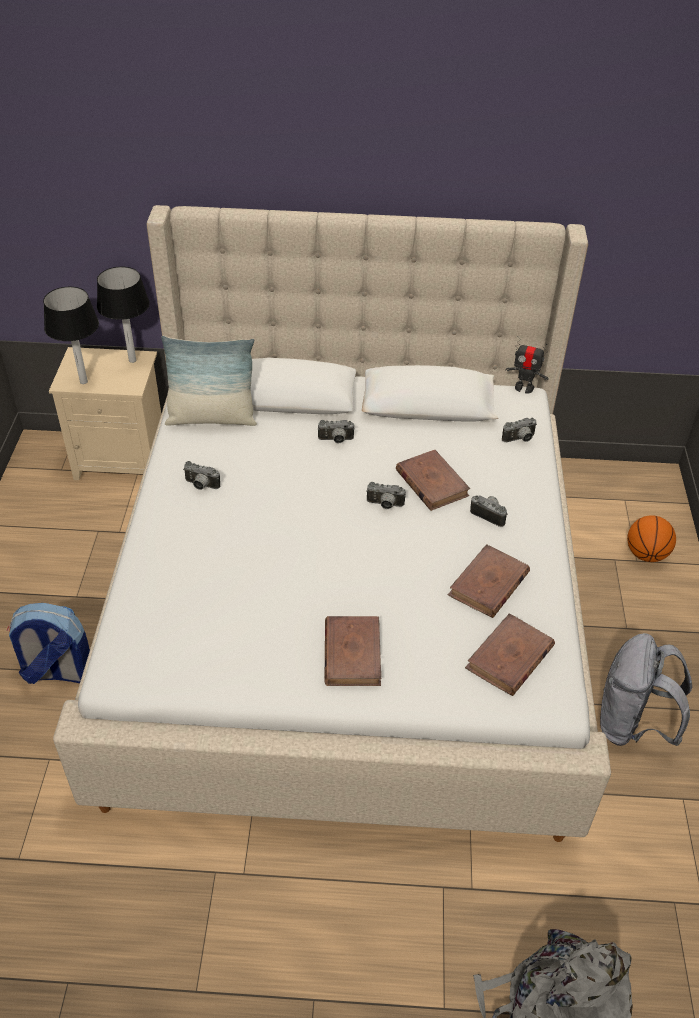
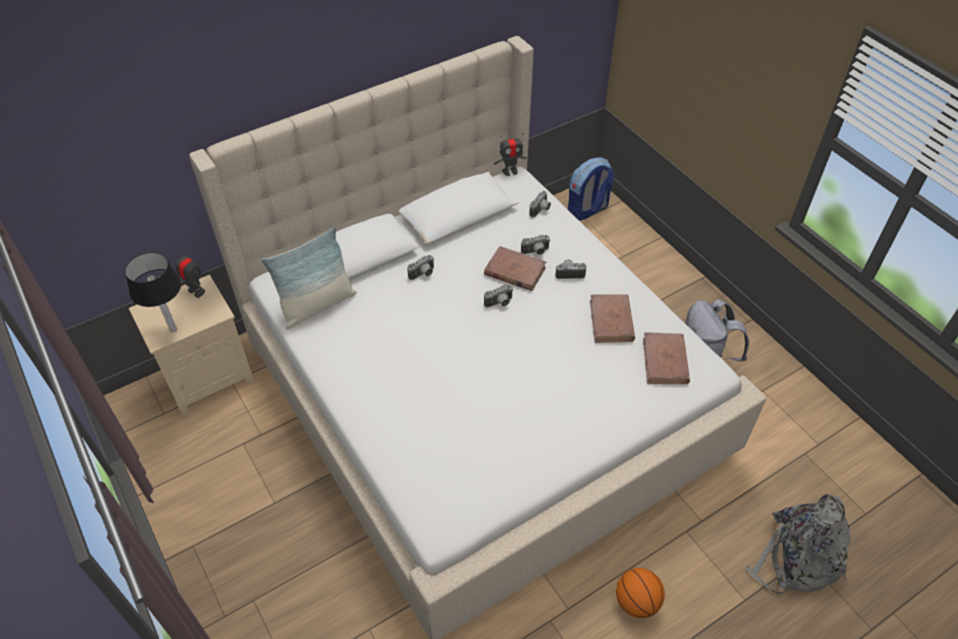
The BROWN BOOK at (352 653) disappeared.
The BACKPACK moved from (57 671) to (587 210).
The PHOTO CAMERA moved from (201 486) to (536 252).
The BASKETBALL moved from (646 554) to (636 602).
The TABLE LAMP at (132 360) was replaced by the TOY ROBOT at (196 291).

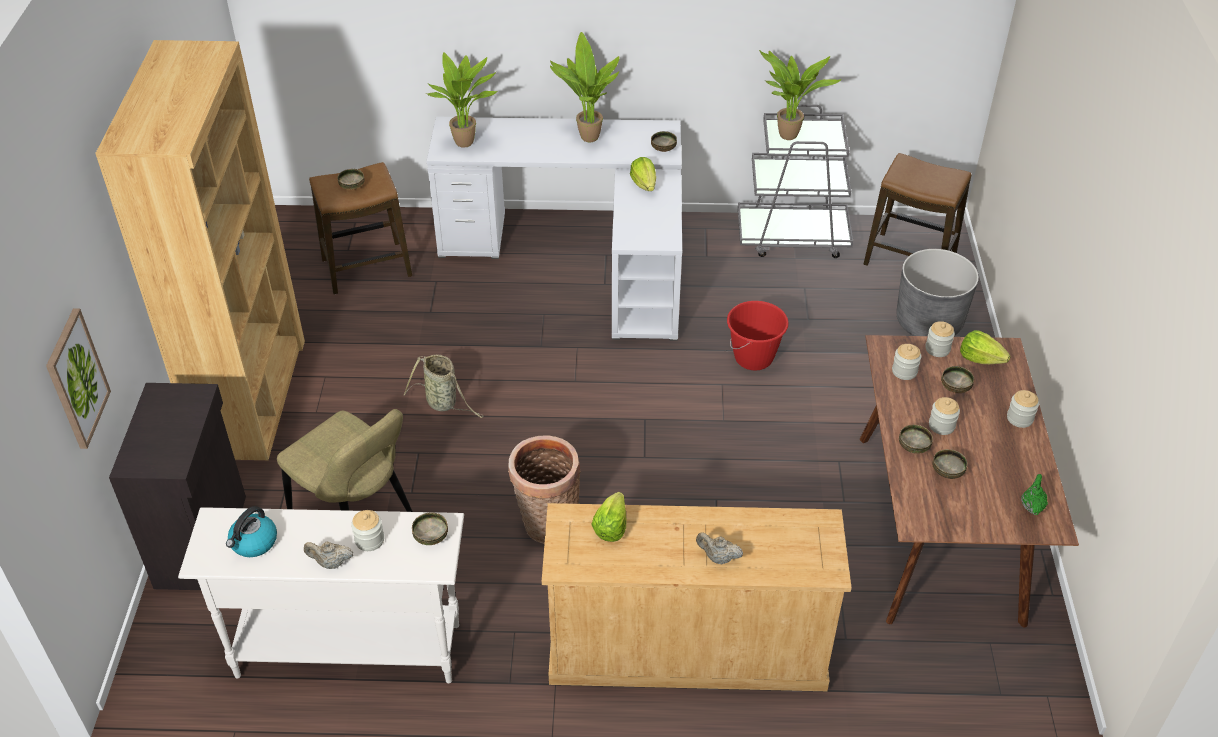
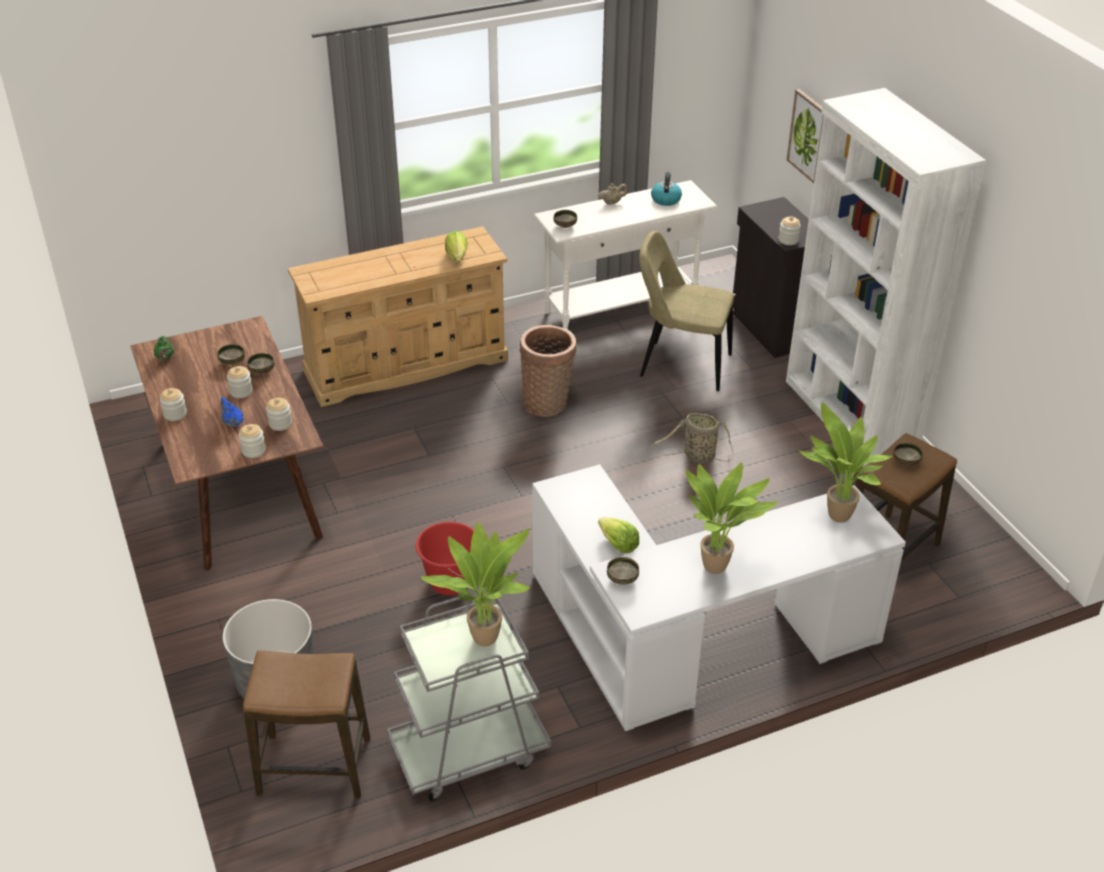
The BEIGE TEAPOT at (718 558) disappeared.
The LETTUCE at (980 359) disappeared.
The JAR moved from (369 540) to (788 240).
The BOWL at (956 388) was replaced by the BLUE TEAPOT at (232 423).
The BROWN BOOKCASE at (252 396) became the WHITE BOOKCASE at (849 415).

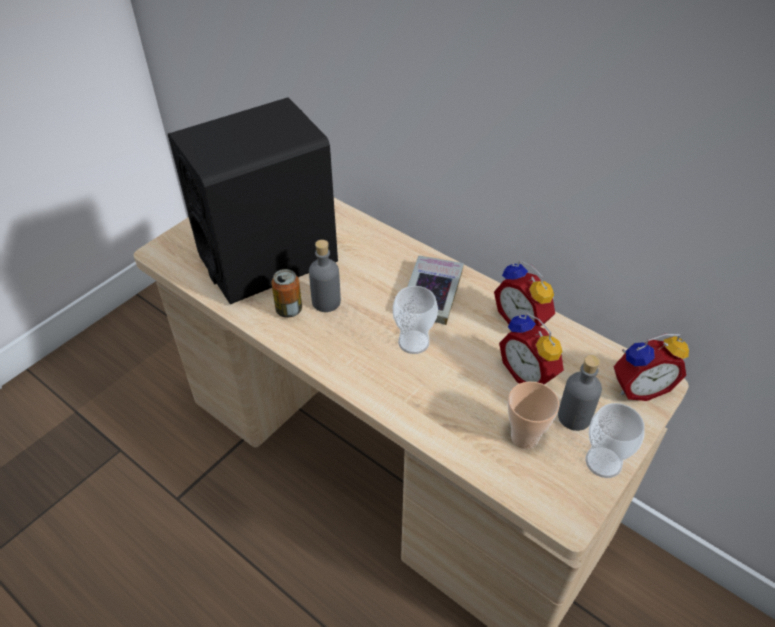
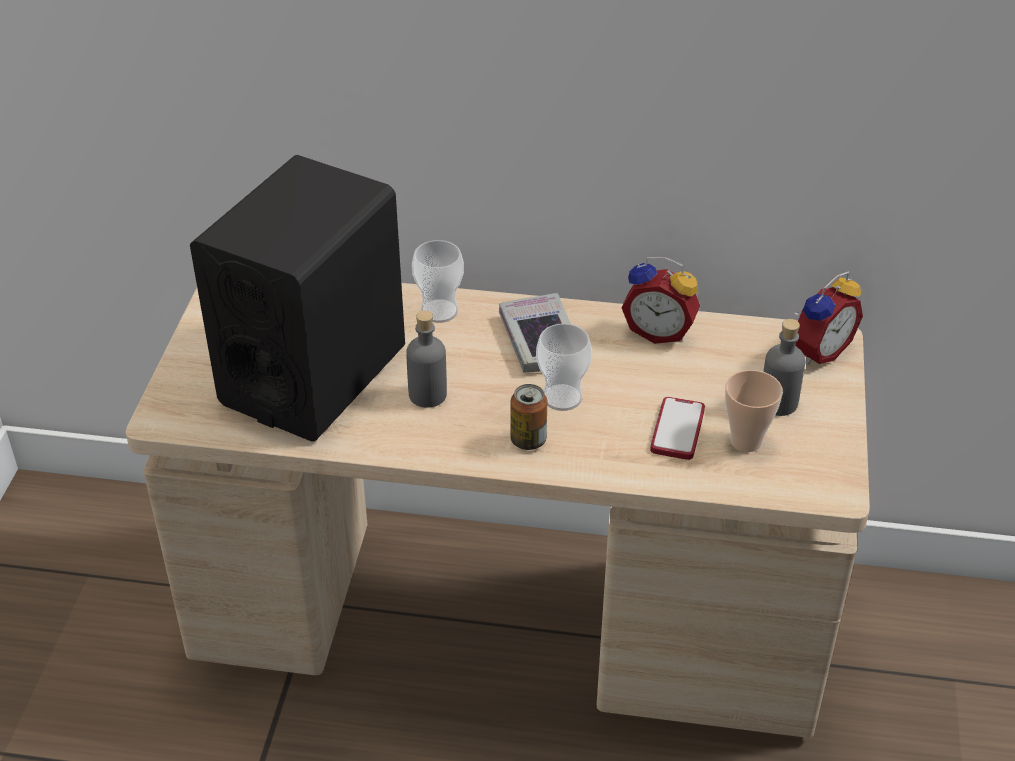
The ALARM CLOCK at (529 374) disappeared.
The PHONE at (677 430) appeared.
The CAN moved from (289 310) to (528 440).
The CUP moved from (603 462) to (439 311).

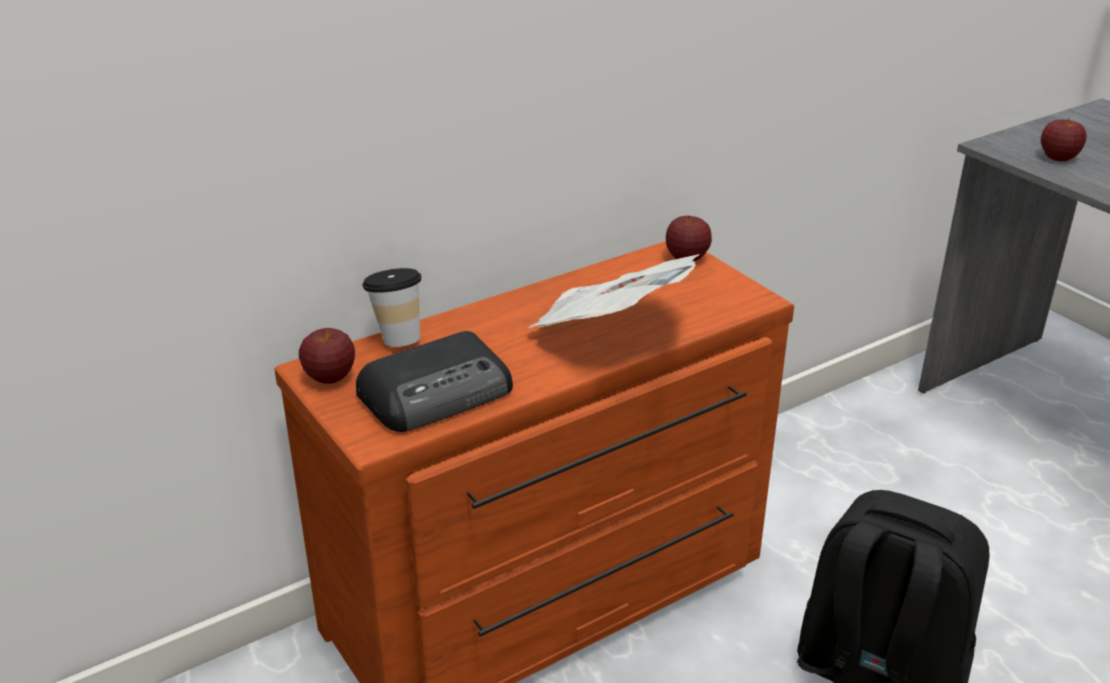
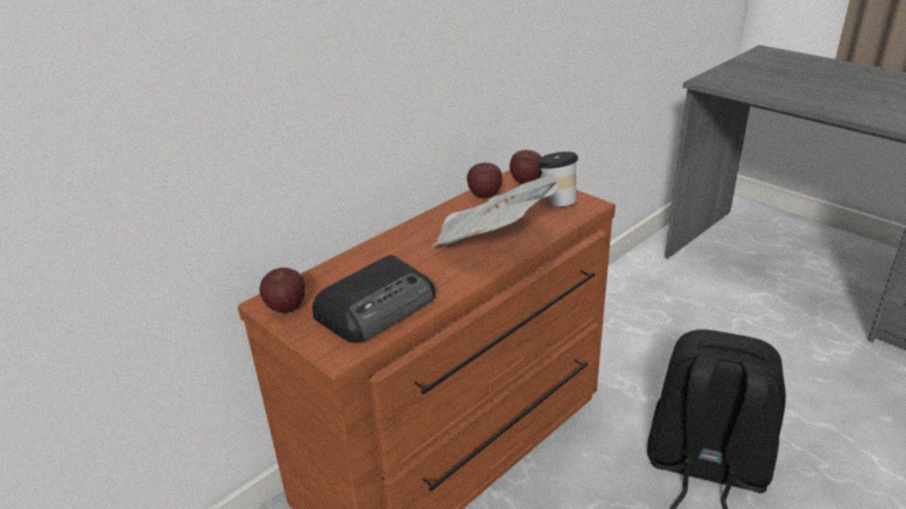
The CUP moved from (397 338) to (556 201).
The APPLE moved from (1058 158) to (484 195).

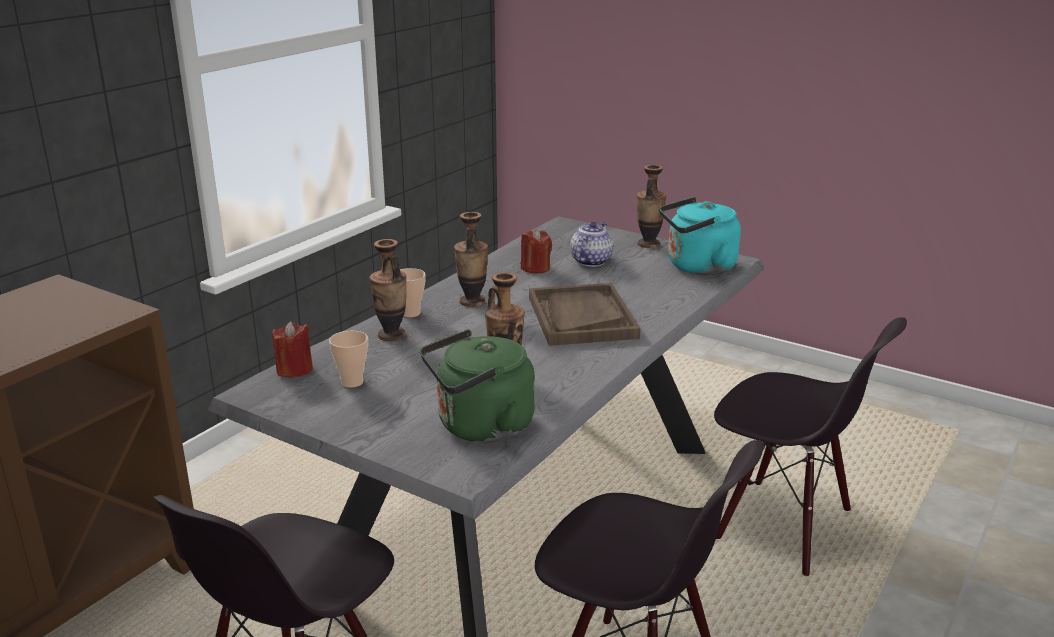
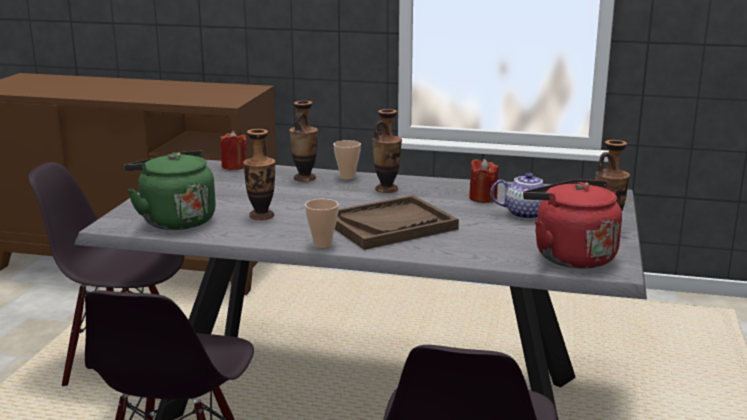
The CUP moved from (352 382) to (322 244).
The TURQUOISE KETTLE at (697 267) became the RED KETTLE at (570 256).

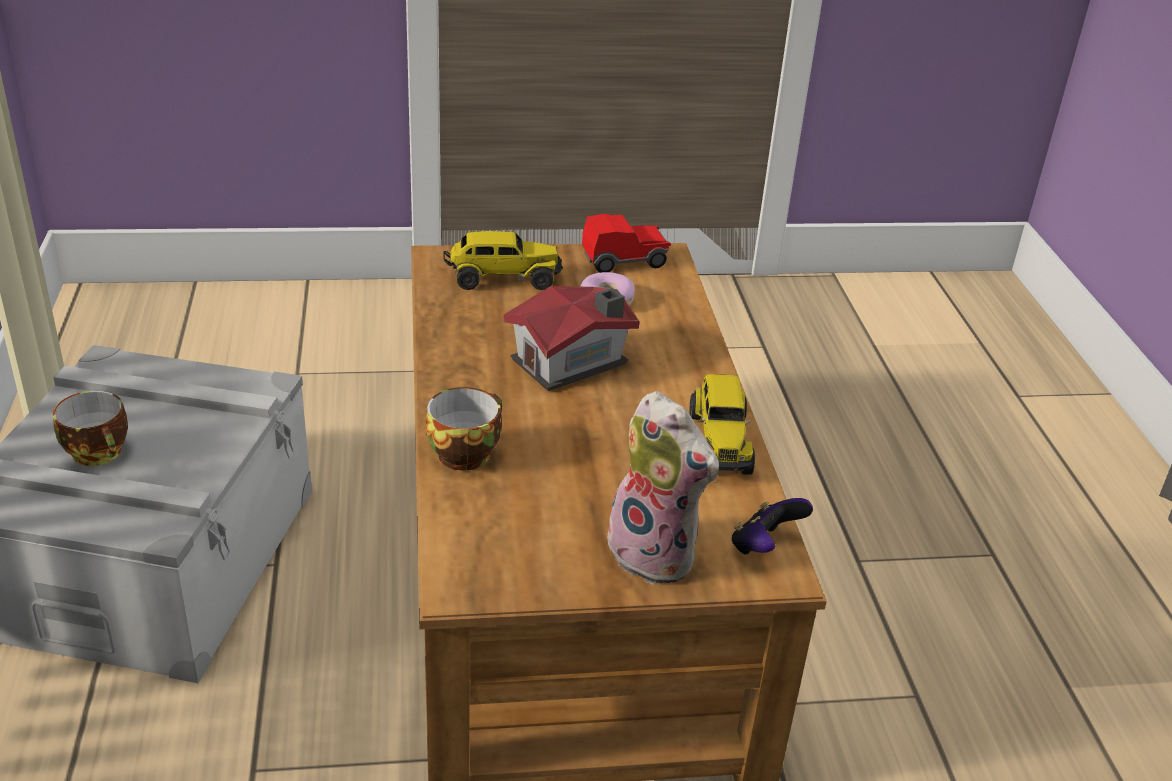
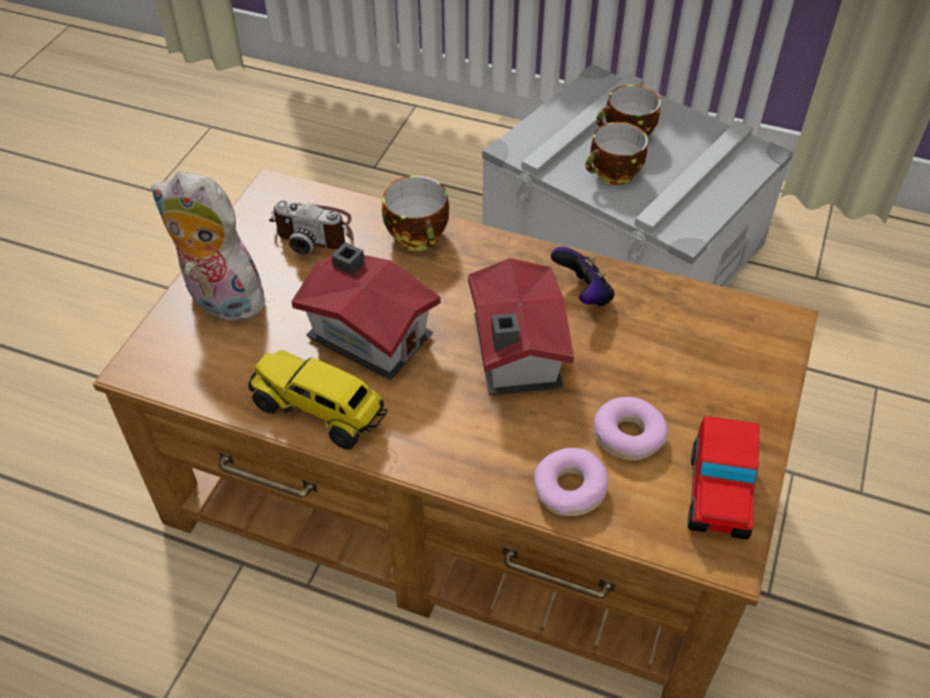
The TOY TRUCK at (502 278) disappeared.
The PHOTO CAMERA at (315 230) appeared.
The TOY HOUSE at (369 333) appeared.
The DONUT at (569 489) appeared.
The CUP at (614 175) appeared.
The GAME CONTROLLER moved from (764 547) to (583 294).
The PLUSH TOY at (657 554) turned 45 degrees clockwise.

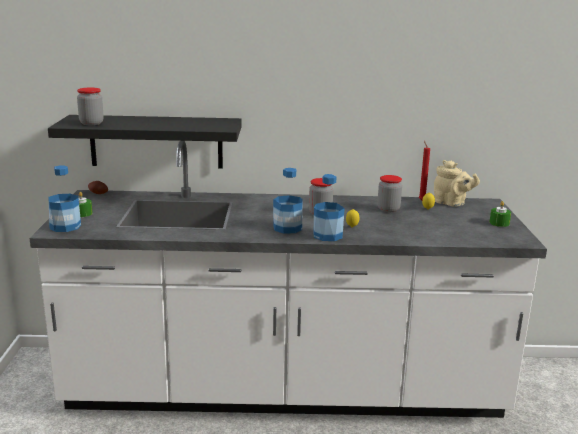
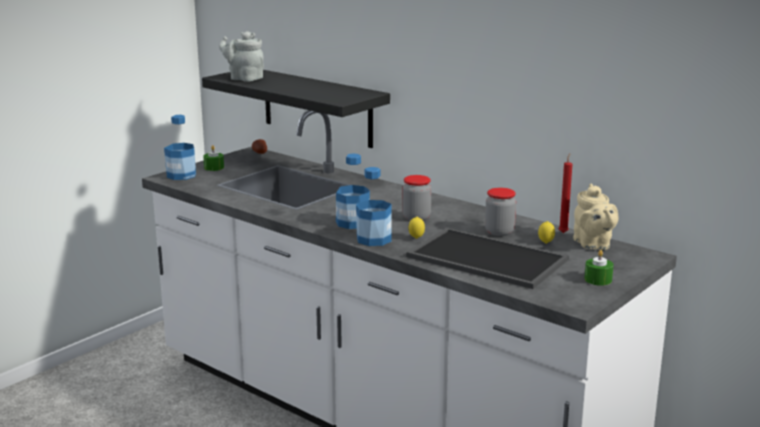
The TRAY at (484 259) appeared.
The JAR at (91 123) was replaced by the GREY TEAPOT at (244 78).

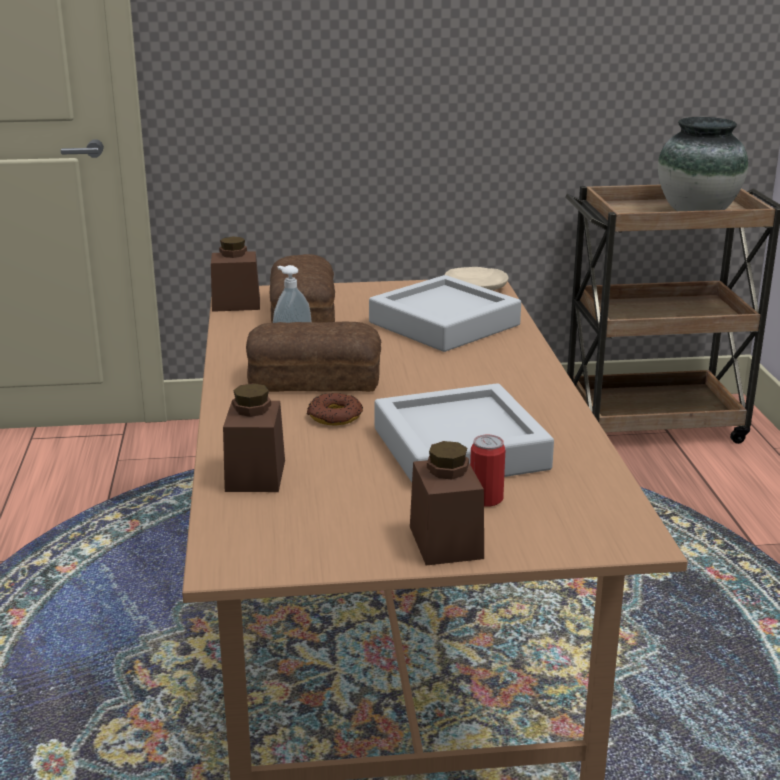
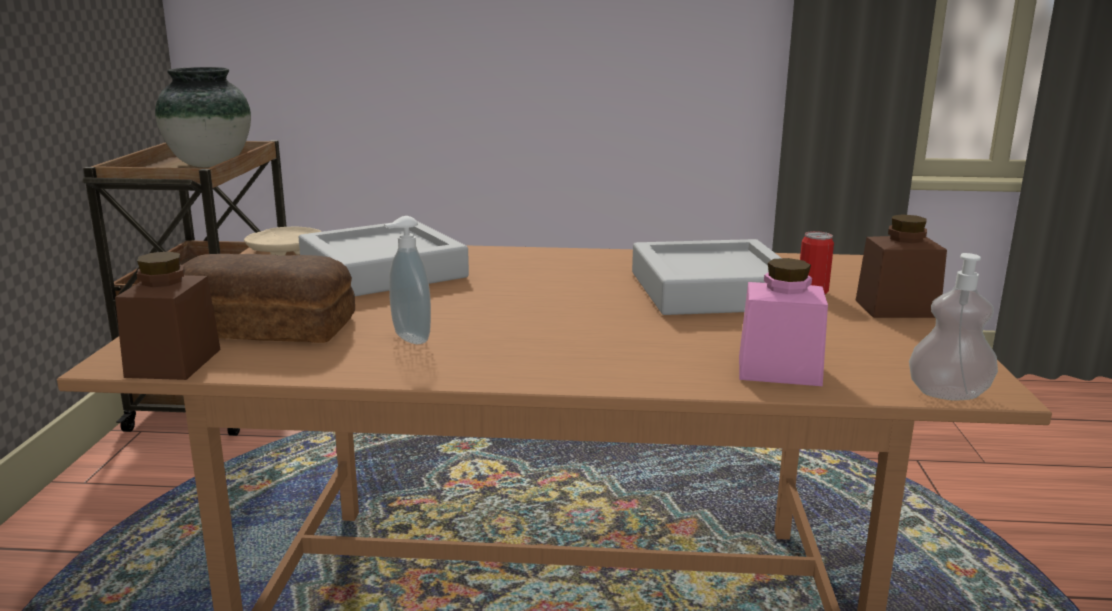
The BREAD at (313 378) disappeared.
The DONUT at (335 416) disappeared.
The SOAP DISPENSER at (948 394) appeared.
The BROWN JAR at (255 475) became the PINK JAR at (779 370).

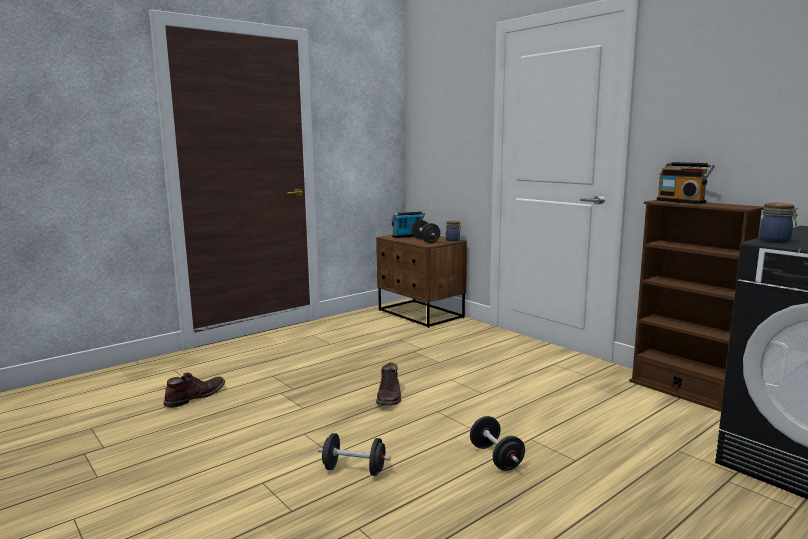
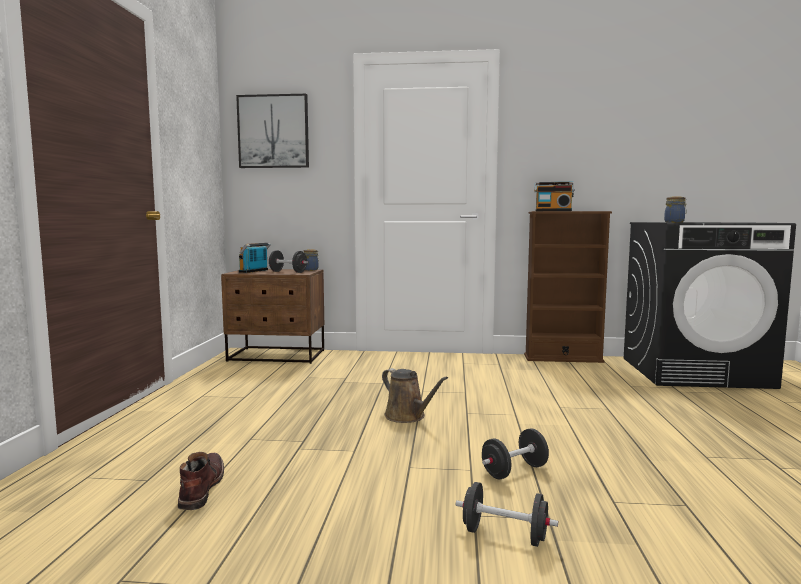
The PICTURE at (273 131) appeared.
The BLACK DUMBBELL moved from (496 458) to (504 535).
The BROWN BOOT at (389 397) was replaced by the BROWN WATERING CAN at (408 416).

